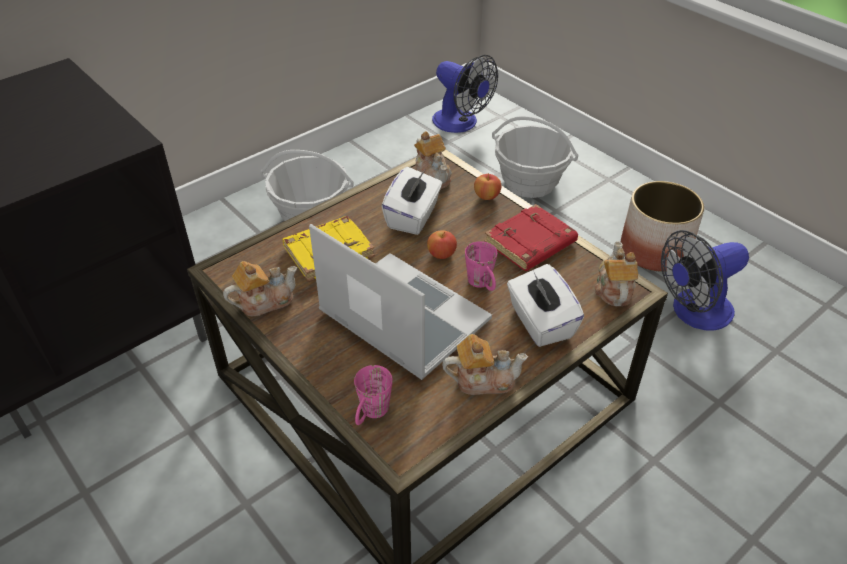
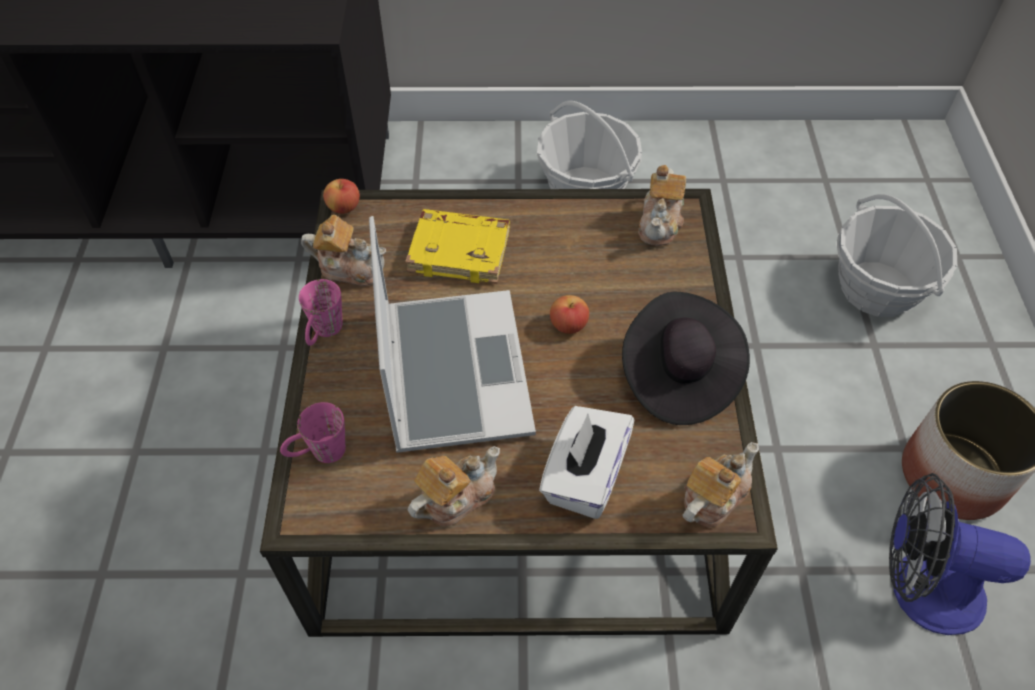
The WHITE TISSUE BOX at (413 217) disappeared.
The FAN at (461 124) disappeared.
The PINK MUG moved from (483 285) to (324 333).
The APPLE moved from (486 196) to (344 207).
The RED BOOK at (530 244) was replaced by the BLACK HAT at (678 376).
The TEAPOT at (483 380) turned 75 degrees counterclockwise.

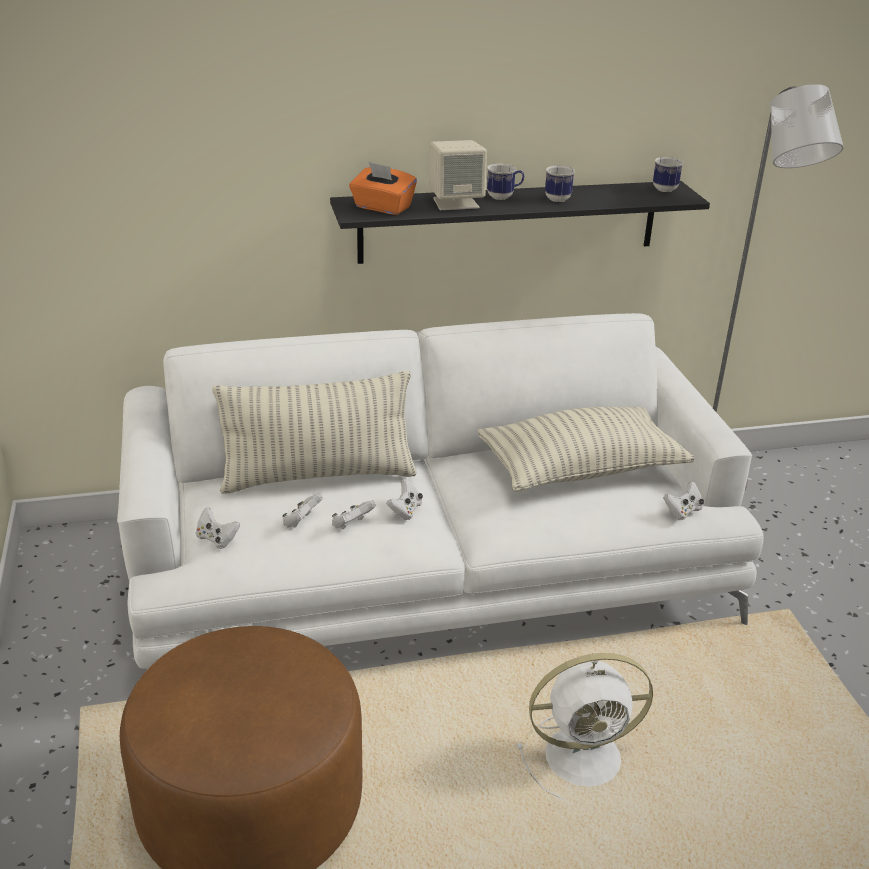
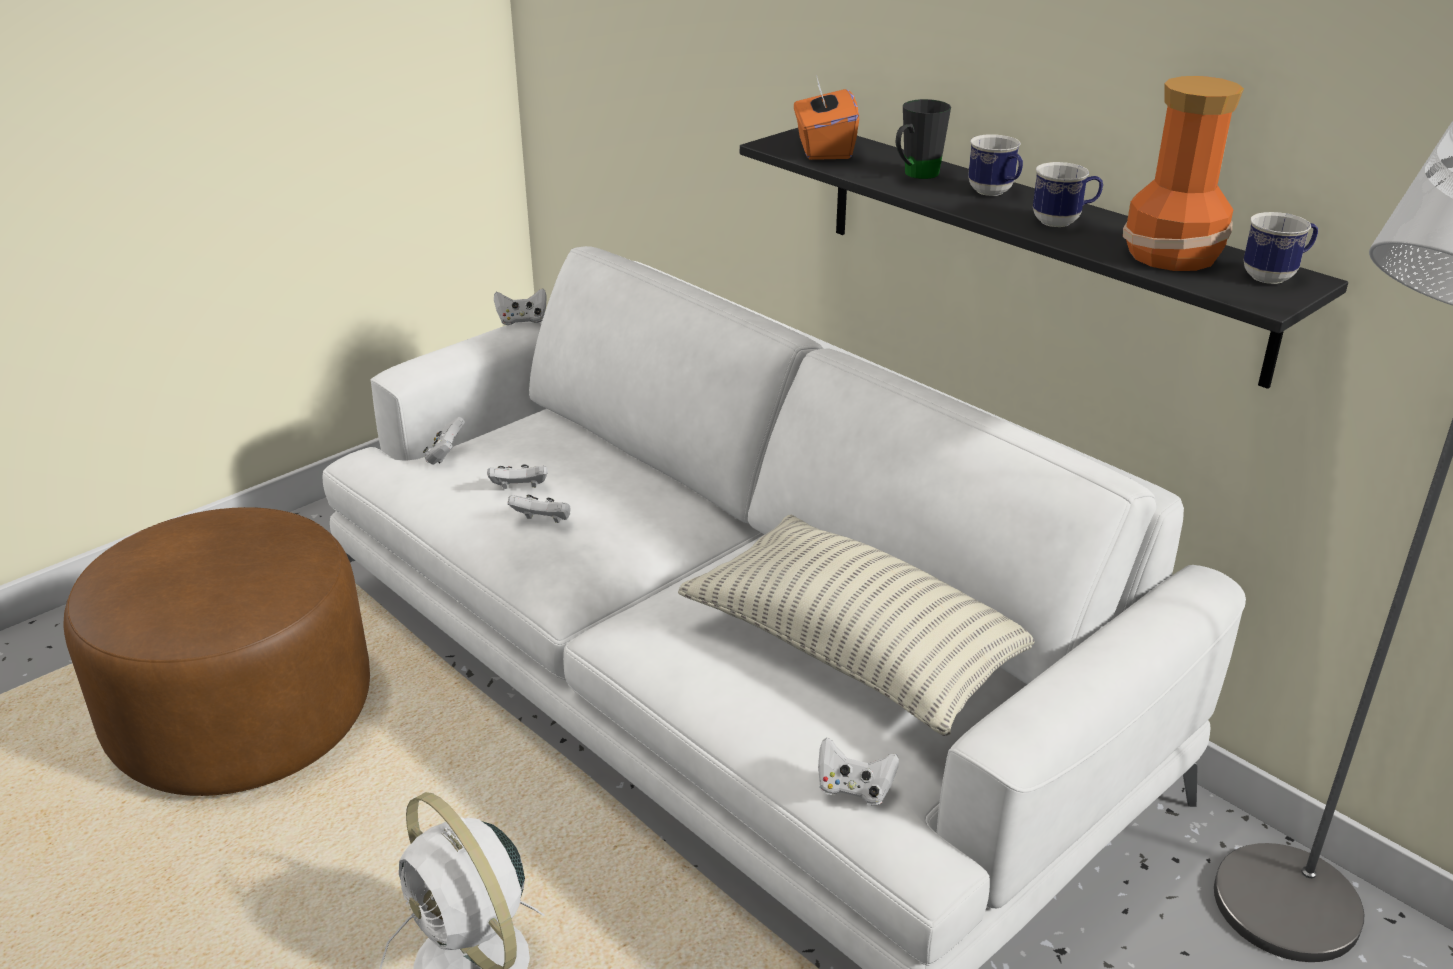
The PILLOW at (318 476) disappeared.
The VASE at (1174 256) appeared.
The WHITE GAME CONTROLLER moved from (405 511) to (522 320).
The BEIGE SPEAKER at (455 203) was replaced by the BLACK MUG at (915 175).

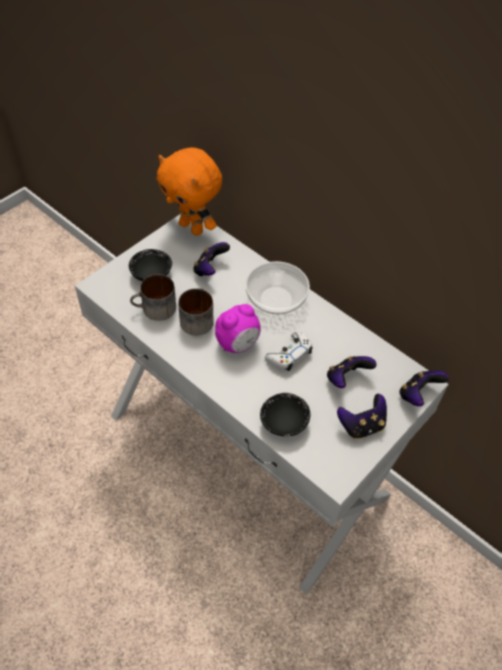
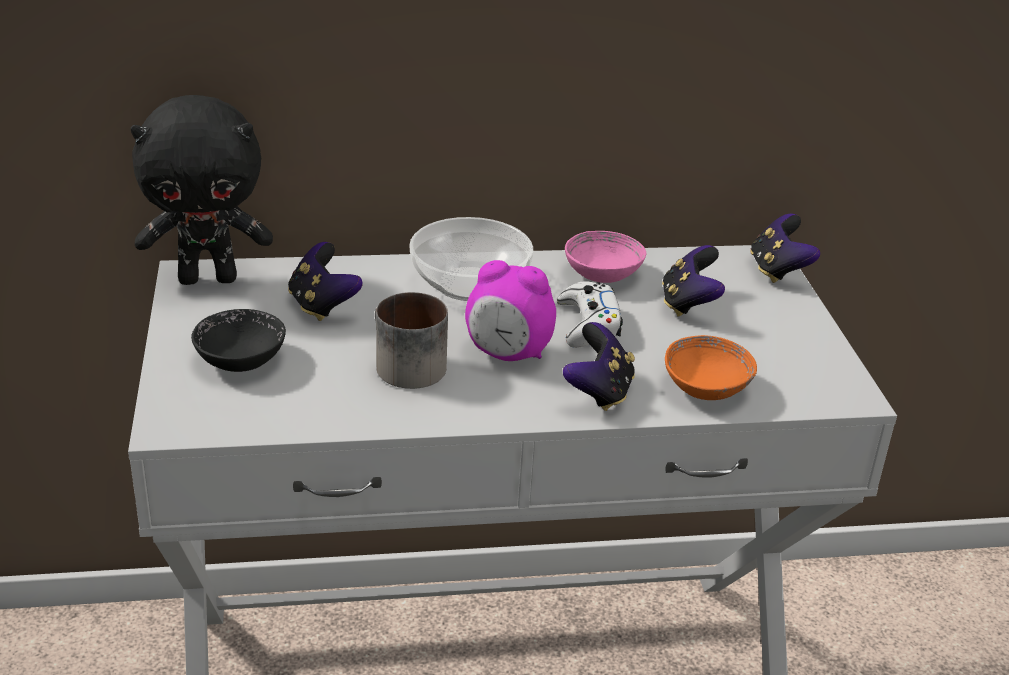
The MUG at (155 310) disappeared.
The PINK BOWL at (603 275) appeared.
The GAME CONTROLLER moved from (361 425) to (599 392).
The ORANGE PLUSH TOY at (192 227) became the BLACK PLUSH TOY at (209 278).
The BLACK BOWL at (284 422) became the ORANGE BOWL at (706 389).
The ALARM CLOCK at (238 344) turned 105 degrees clockwise.

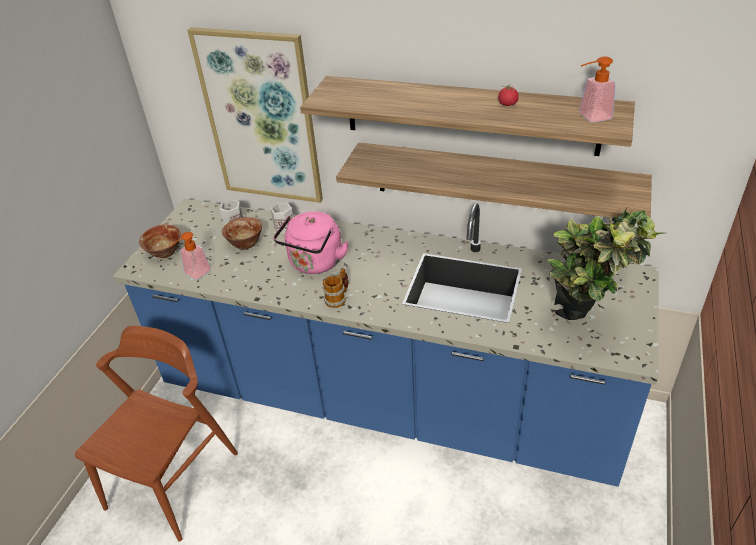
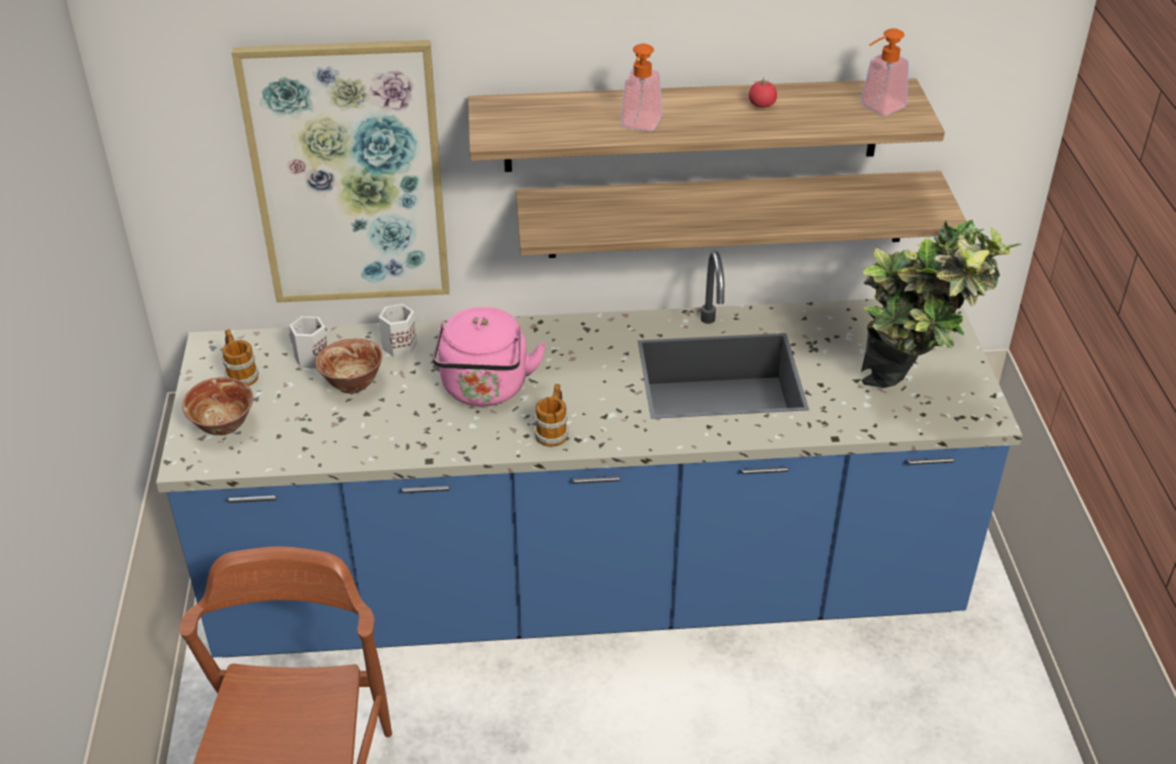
The MUG at (240 374) appeared.
The SOAP DISPENSER moved from (194 274) to (639 126).

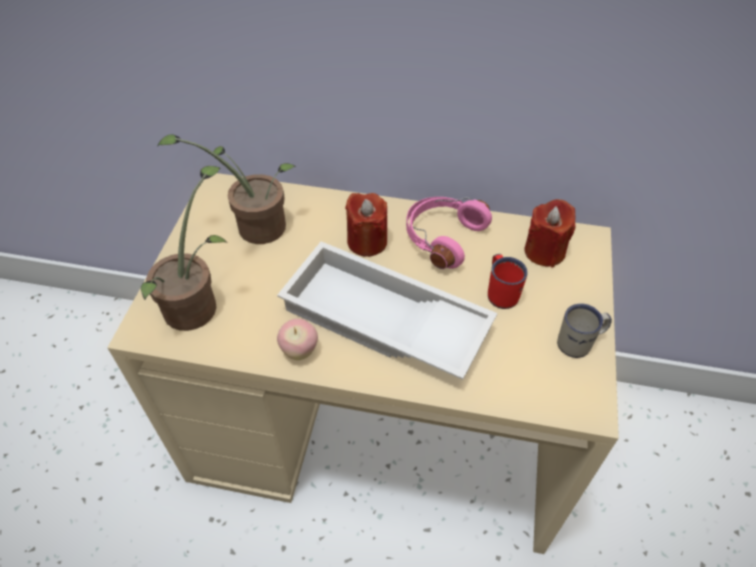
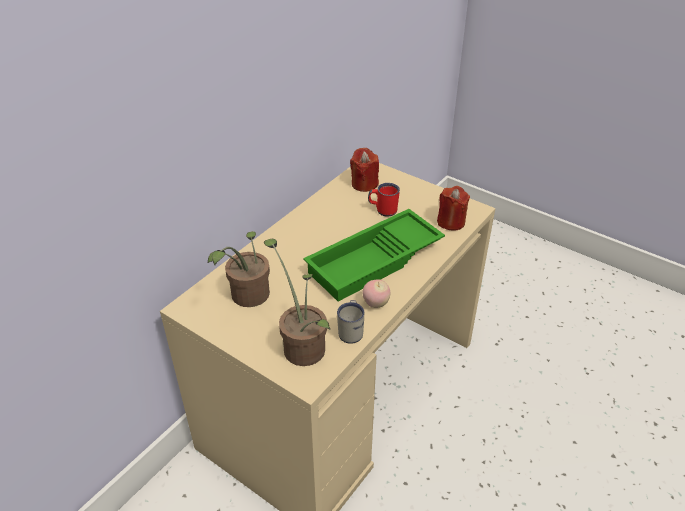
The PINK HEADPHONES at (442 237) disappeared.
The RED CANDLE moved from (367 241) to (451 222).
The WHITE MUG moved from (580 343) to (351 331).
The WHITE TRAY at (382 322) became the GREEN TRAY at (375 262).

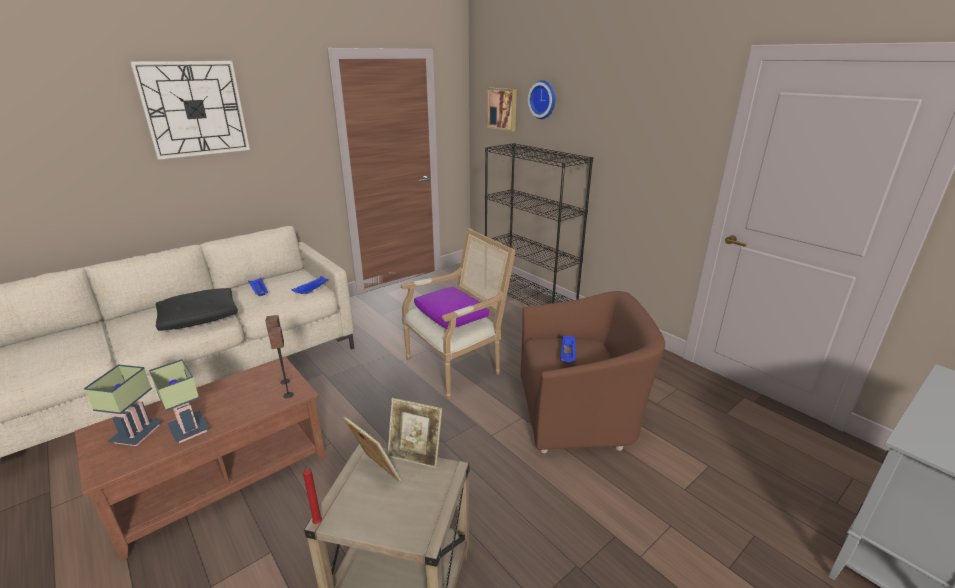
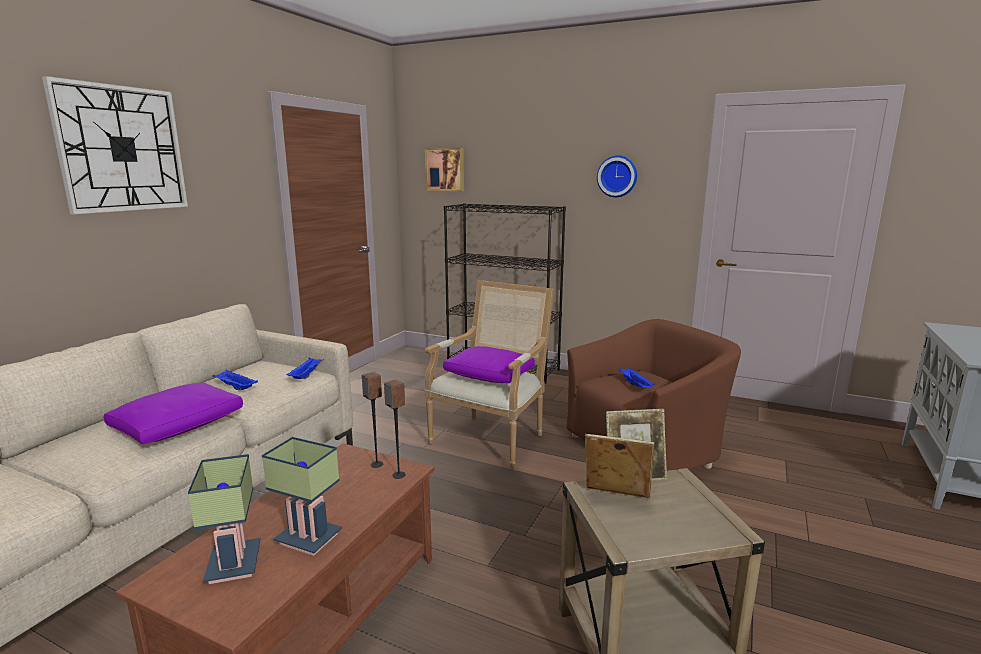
The RED CANDLE at (318 524) disappeared.
The WALL CLOCK moved from (544 99) to (617 176).
The BLACK PILLOW at (200 318) became the PURPLE PILLOW at (179 425).

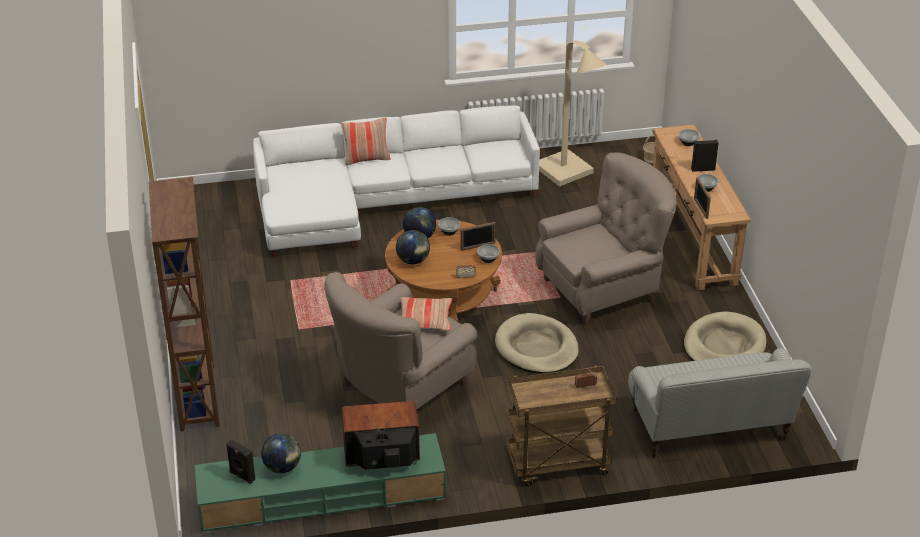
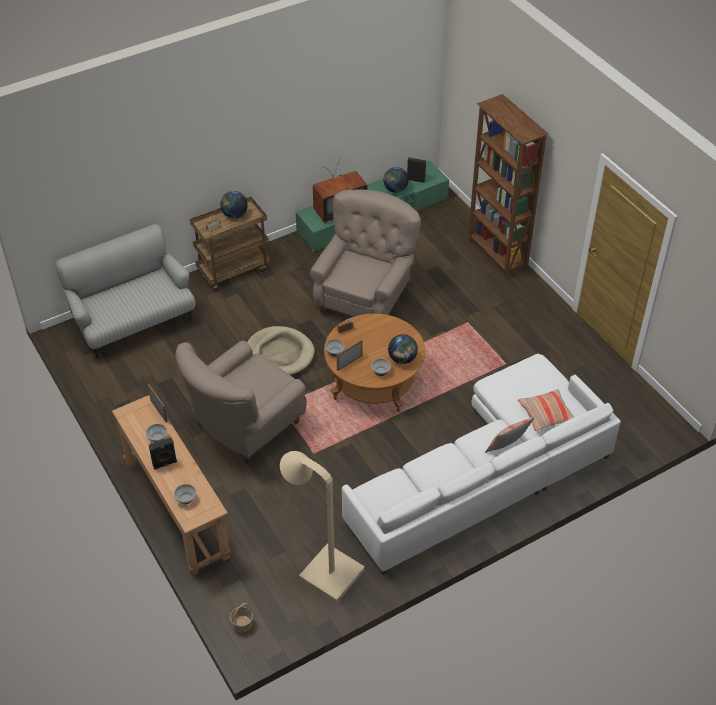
The BEIGE DOG BED at (724 346) disappeared.
The GLOBE moved from (413 261) to (234 215).
The PILLOW moved from (425 319) to (546 414).

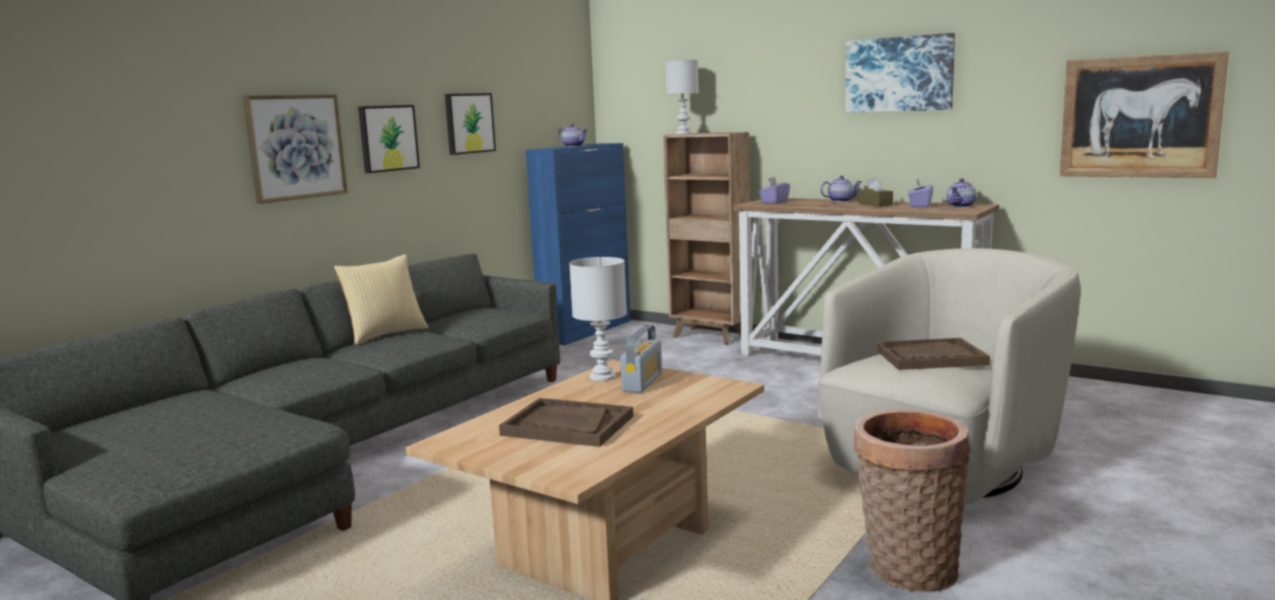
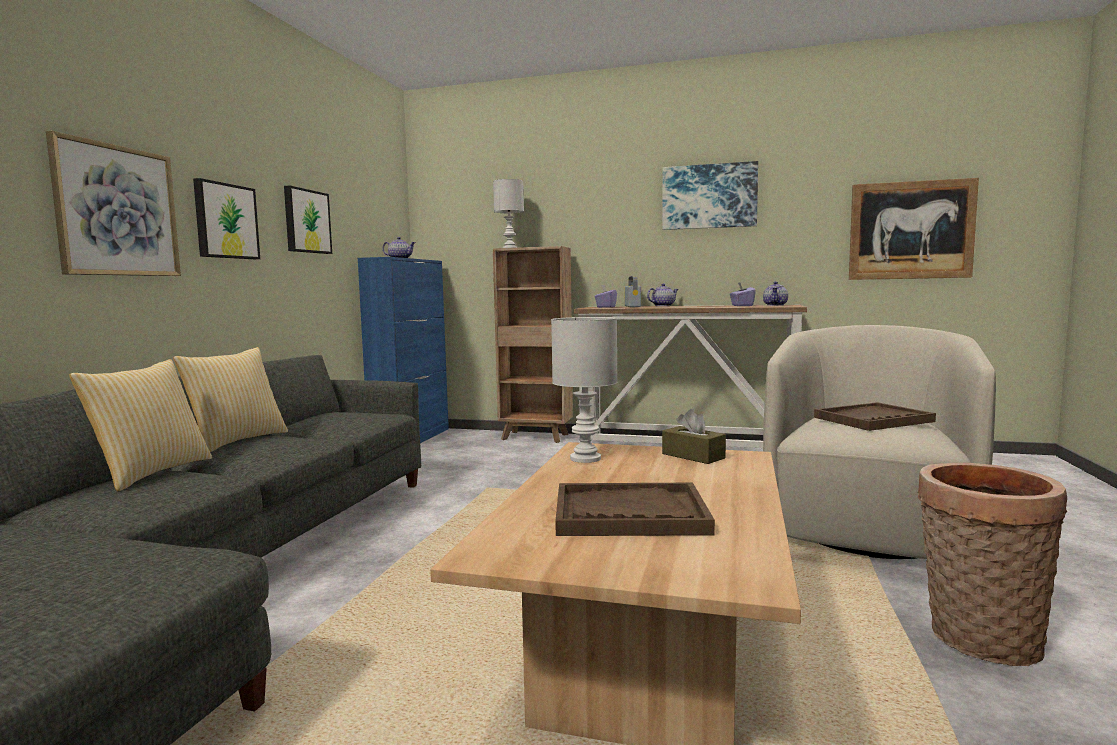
The PILLOW at (150 473) appeared.
The RADIO moved from (642 382) to (632 306).
The BROWN TISSUE BOX moved from (875 204) to (693 456).

